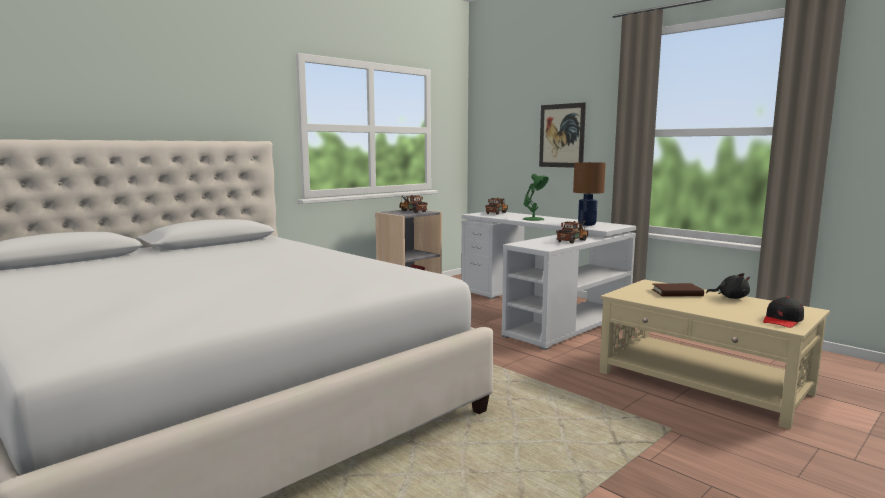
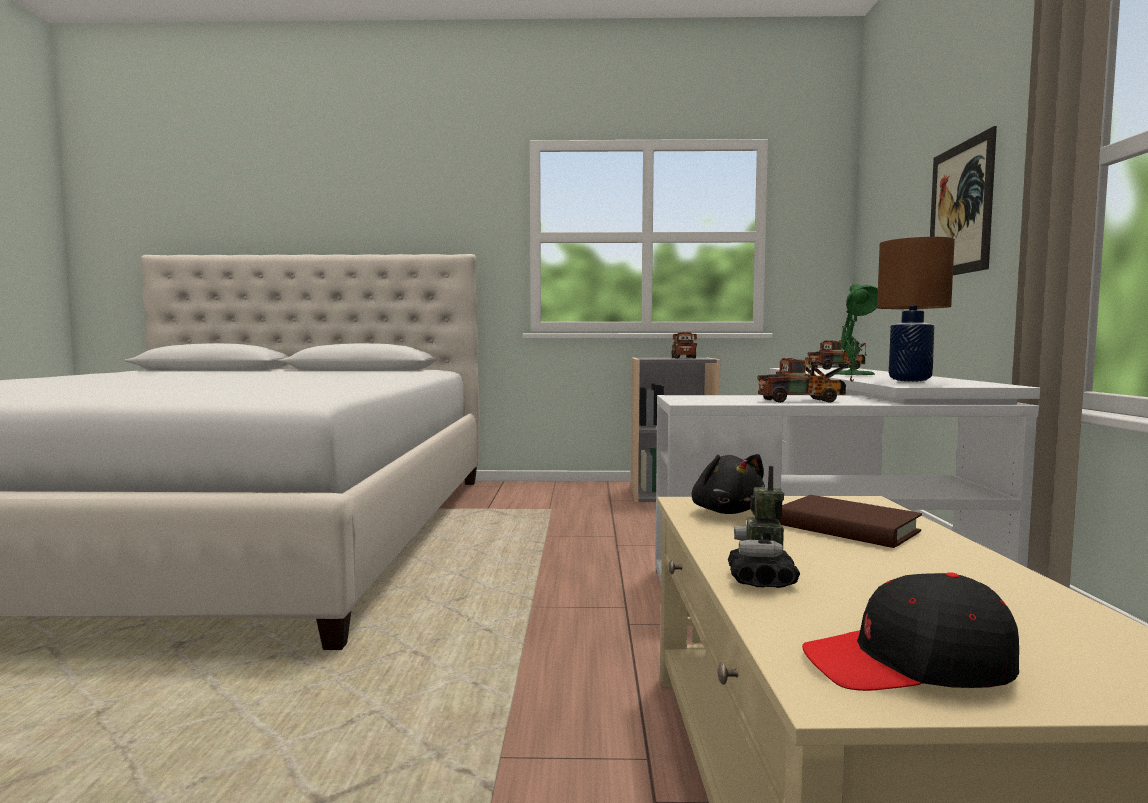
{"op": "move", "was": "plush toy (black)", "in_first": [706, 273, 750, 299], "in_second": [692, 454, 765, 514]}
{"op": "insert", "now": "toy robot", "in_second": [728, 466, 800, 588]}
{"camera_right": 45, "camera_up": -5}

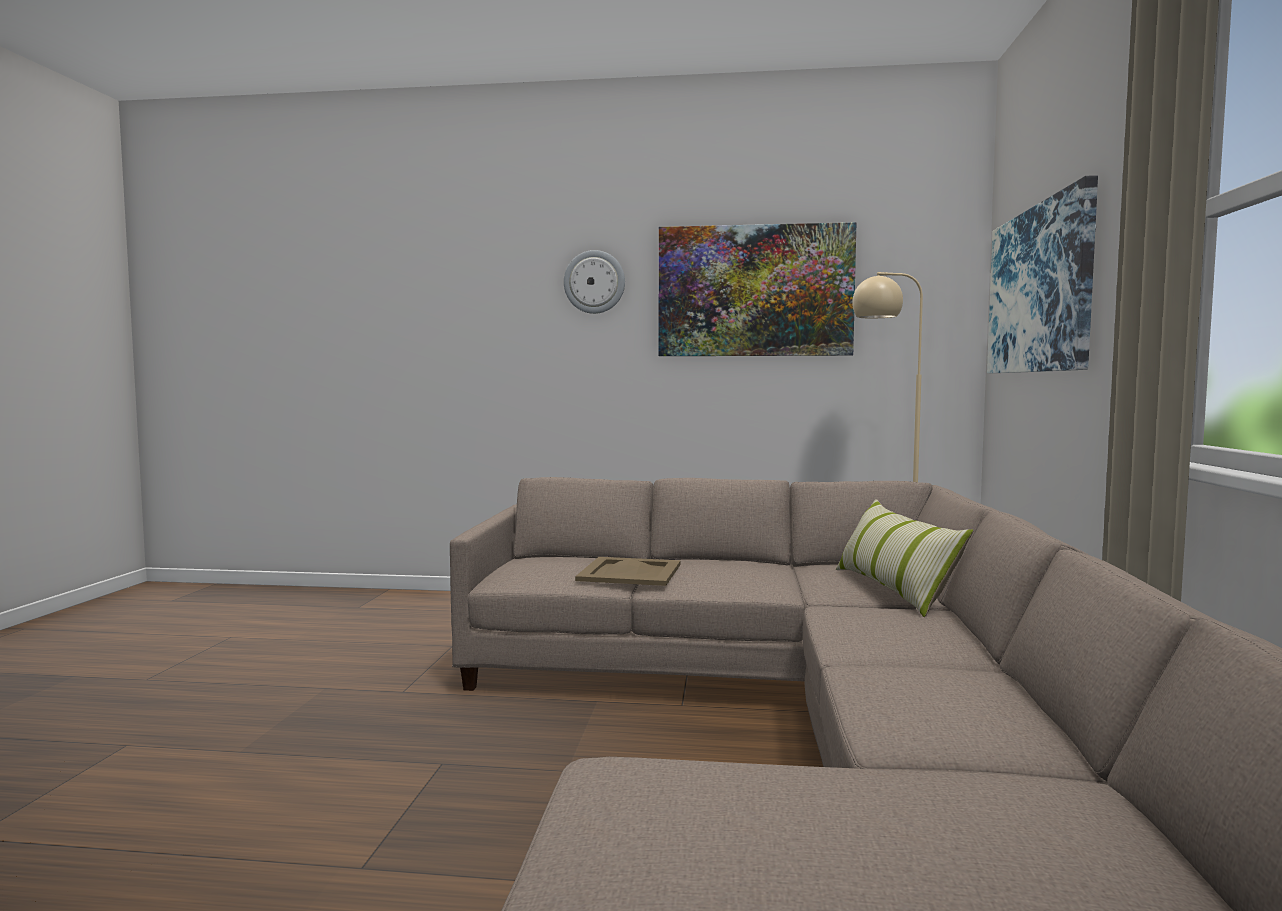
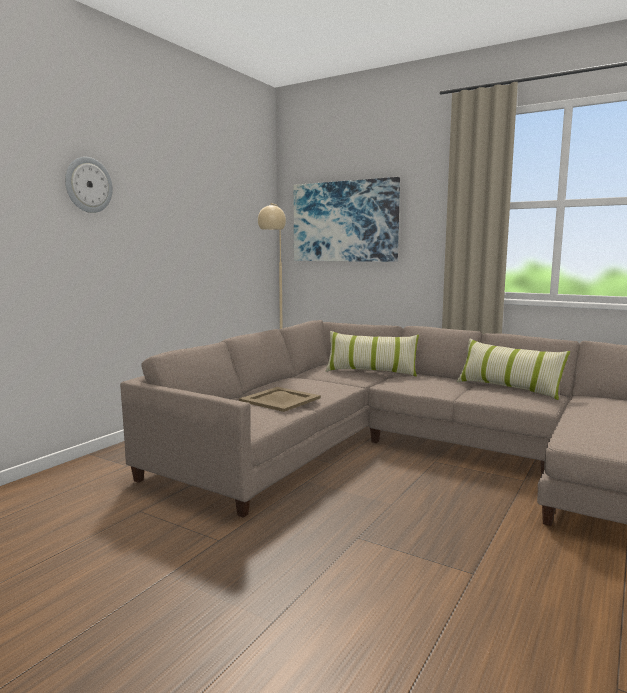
{"op": "delete", "was": "picture", "in_first": [659, 222, 856, 356]}
{"op": "insert", "now": "pillow", "in_second": [457, 339, 570, 400]}
{"camera_right": -65, "camera_up": 5}

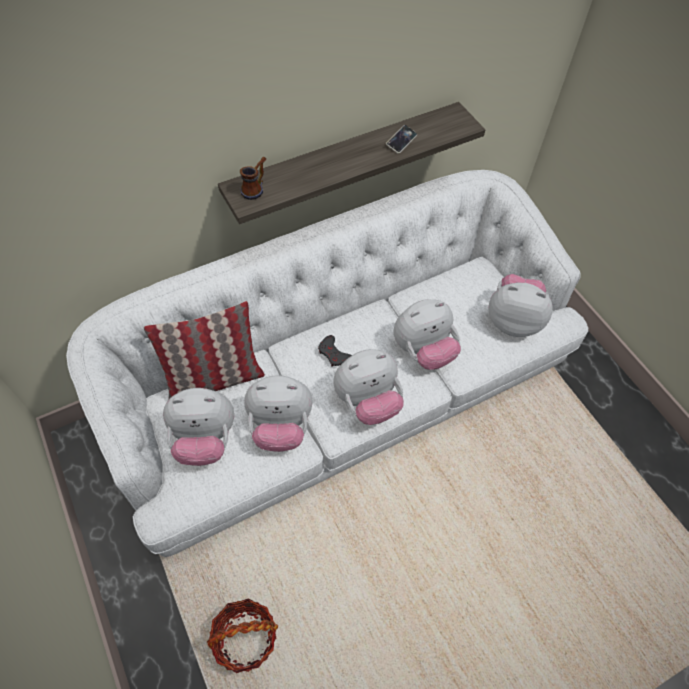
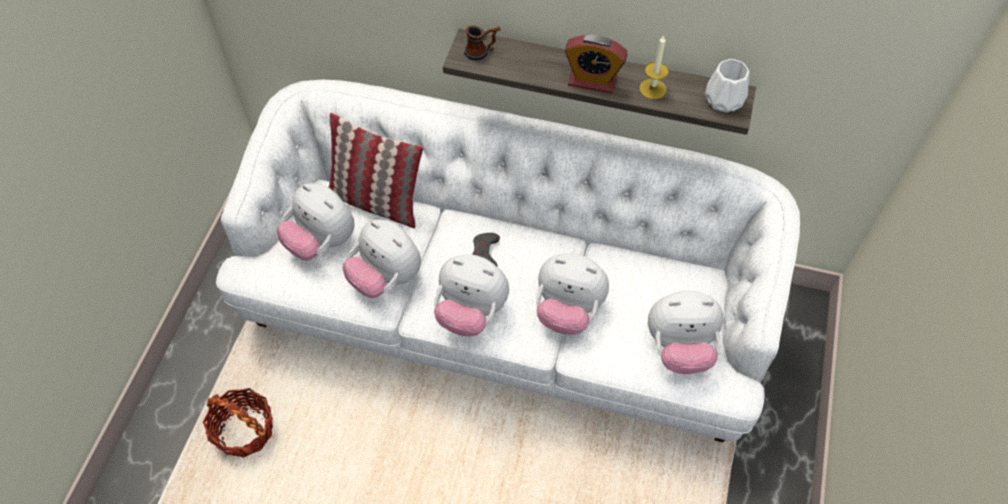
{"op": "replace", "was": "phone", "now": "candle", "in_first": [386, 125, 417, 154], "in_second": [639, 36, 669, 99]}
{"op": "rotate", "was": "plush toy", "in_first": [489, 274, 553, 337], "in_second": [648, 291, 723, 374], "clockwise": 120}
{"op": "insert", "now": "alarm clock", "in_second": [565, 35, 627, 94]}
{"op": "insert", "now": "vase (white)", "in_second": [705, 59, 750, 113]}
{"camera_right": 45, "camera_up": 0}

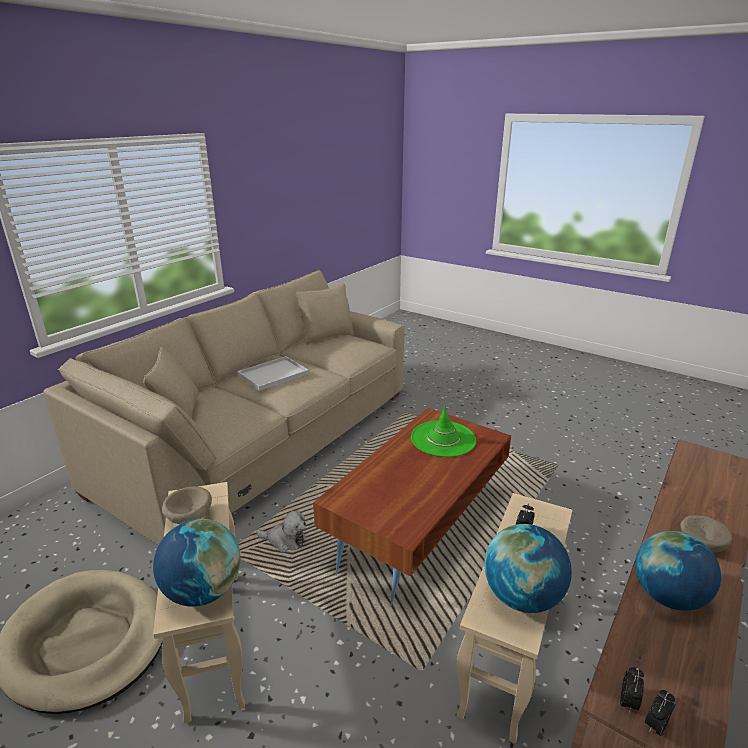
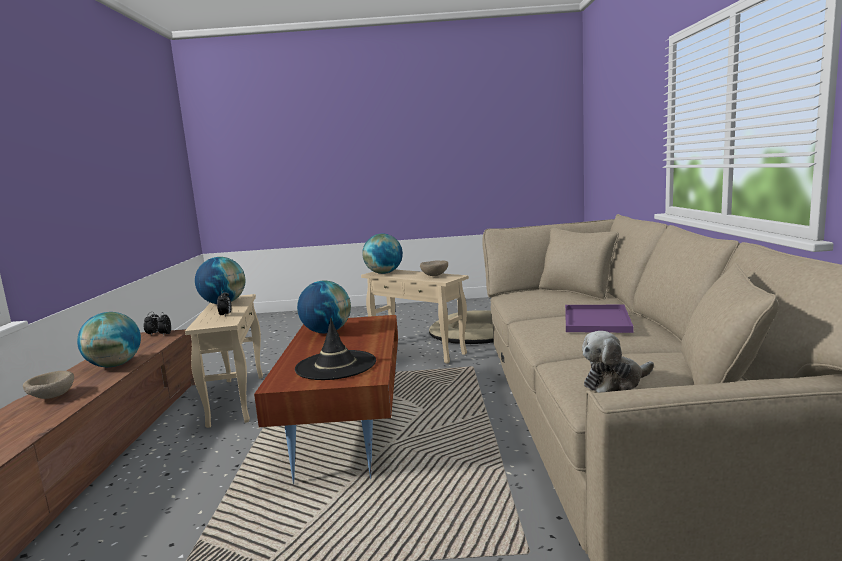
{"op": "recolor", "was": "tray (white)", "now": "tray (purple)", "in_first": [237, 356, 309, 391], "in_second": [565, 305, 633, 333]}
{"op": "move", "was": "plush toy", "in_first": [256, 510, 306, 553], "in_second": [582, 331, 654, 393]}
{"op": "recolor", "was": "hat (green)", "now": "hat (black)", "in_first": [411, 406, 476, 457], "in_second": [295, 318, 376, 380]}
{"op": "insert", "now": "globe", "in_second": [297, 281, 351, 333]}
{"camera_right": 145, "camera_up": -15}

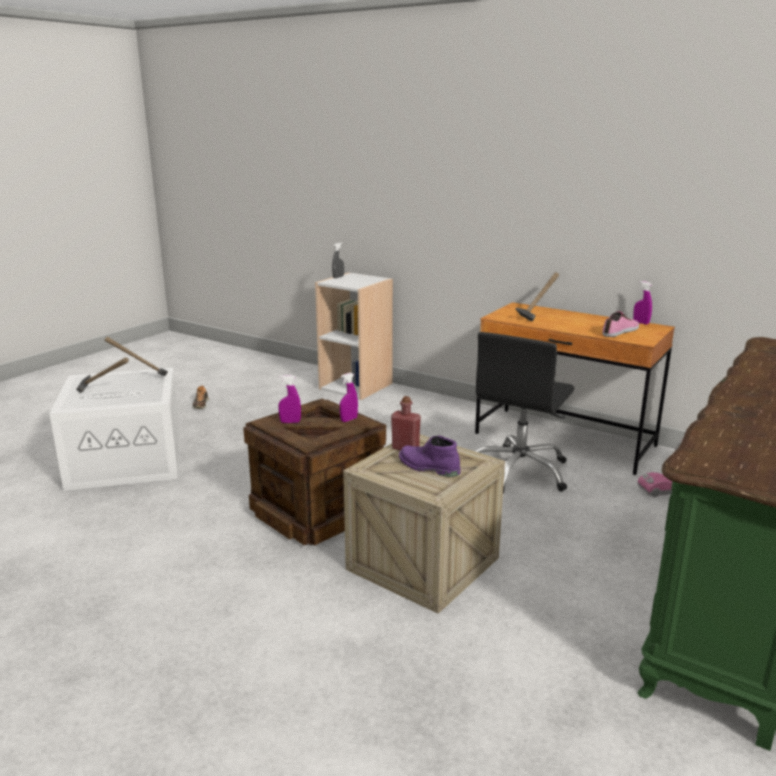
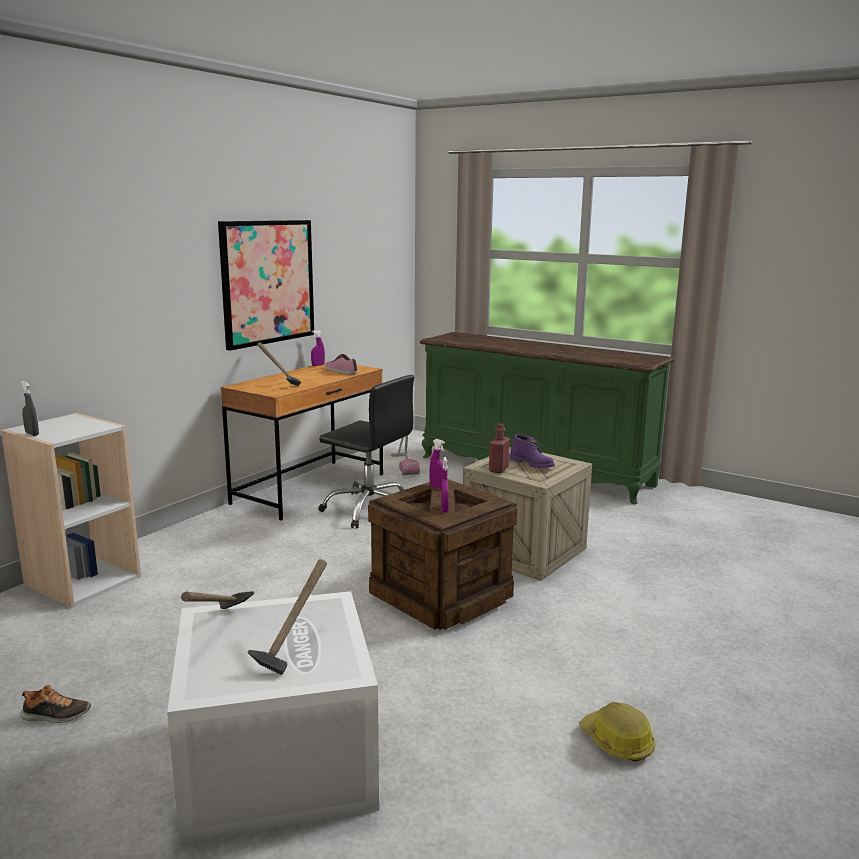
{"op": "rotate", "was": "boot (purple)", "in_first": [399, 435, 460, 477], "in_second": [509, 434, 555, 468], "clockwise": -75}
{"op": "insert", "now": "picture", "in_second": [218, 220, 314, 351]}
{"op": "insert", "now": "hard hat", "in_second": [579, 702, 655, 761]}
{"camera_right": -90, "camera_up": -5}

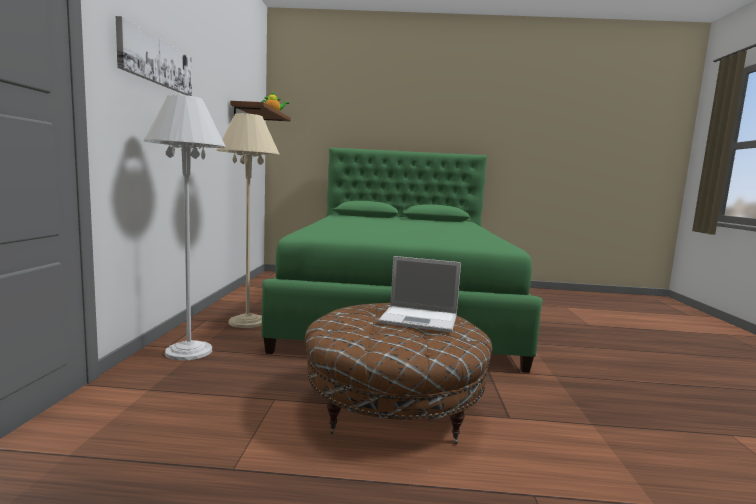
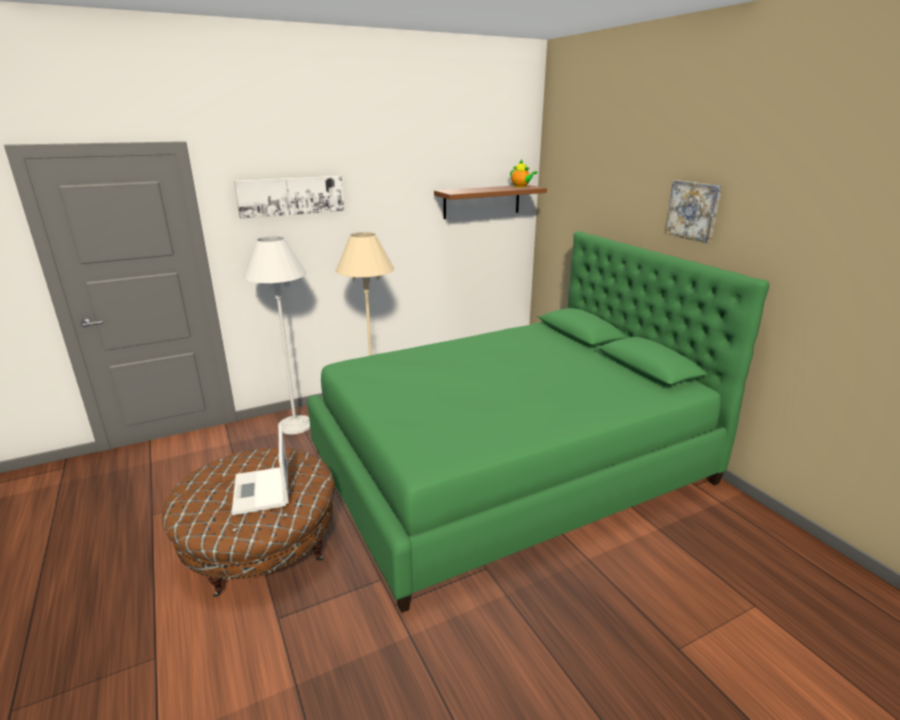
{"op": "insert", "now": "picture", "in_second": [664, 180, 722, 243]}
{"camera_right": 60, "camera_up": 15}

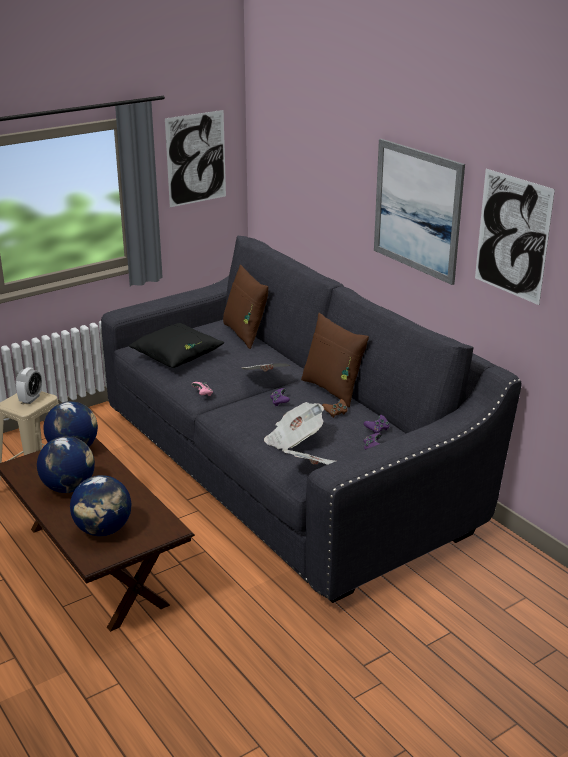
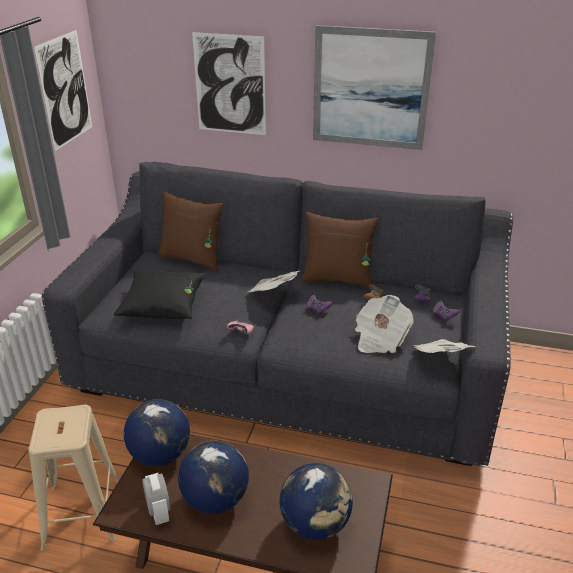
{"op": "move", "was": "alarm clock", "in_first": [15, 367, 42, 404], "in_second": [142, 473, 171, 525]}
{"op": "move", "was": "picture", "in_first": [475, 169, 555, 305], "in_second": [192, 32, 266, 135]}
{"camera_right": -40, "camera_up": 5}

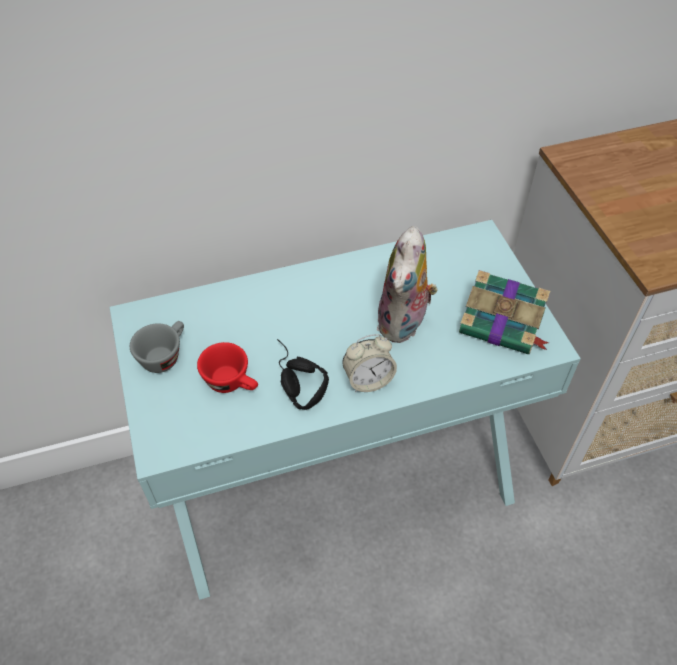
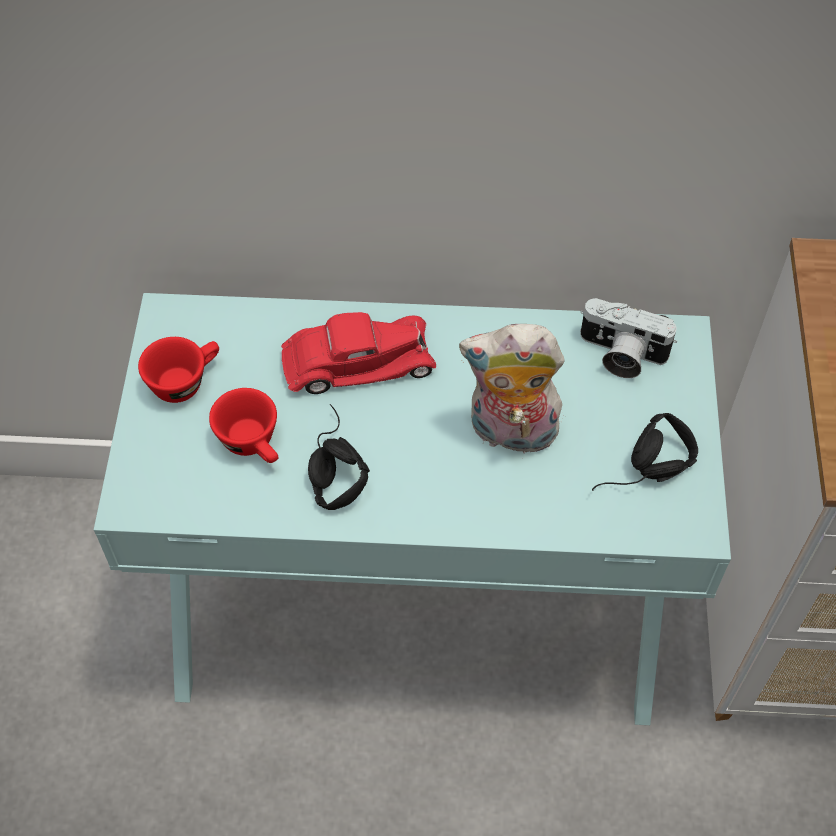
{"op": "recolor", "was": "cup (grey)", "now": "cup (red)", "in_first": [130, 321, 184, 373], "in_second": [138, 337, 219, 403]}
{"op": "delete", "was": "alarm clock", "in_first": [342, 334, 397, 392]}
{"op": "rotate", "was": "plush toy", "in_first": [377, 226, 437, 343], "in_second": [459, 324, 565, 454], "clockwise": 60}
{"op": "replace", "was": "book", "now": "headphones (black)", "in_first": [459, 270, 550, 354], "in_second": [592, 413, 698, 491]}
{"op": "insert", "now": "toy car (red)", "in_second": [281, 312, 436, 394]}
{"op": "insert", "now": "photo camera", "in_second": [580, 298, 677, 378]}
{"camera_right": 20, "camera_up": 5}

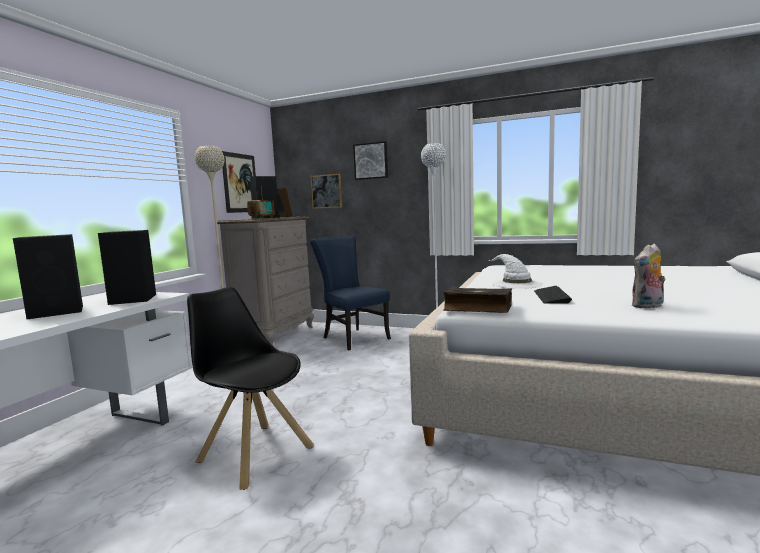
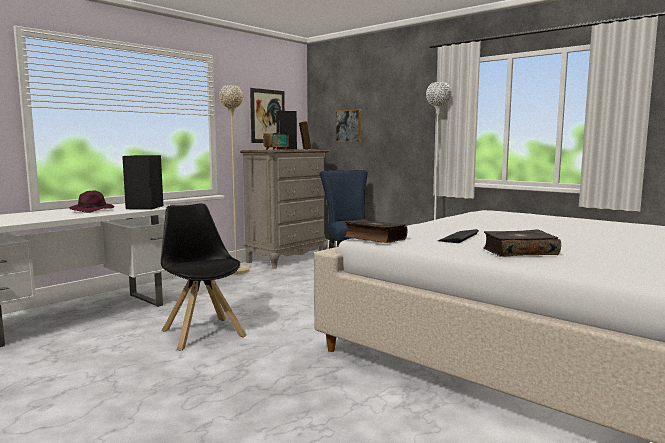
{"op": "replace", "was": "speaker (black)", "now": "hat (purple)", "in_first": [13, 234, 83, 319], "in_second": [69, 190, 115, 213]}
{"op": "delete", "was": "picture", "in_first": [353, 141, 388, 180]}
{"op": "delete", "was": "hat (white)", "in_first": [489, 254, 543, 289]}
{"op": "replace", "was": "plush toy", "now": "book", "in_first": [632, 244, 666, 309], "in_second": [483, 229, 561, 257]}
{"camera_right": 20, "camera_up": 0}

